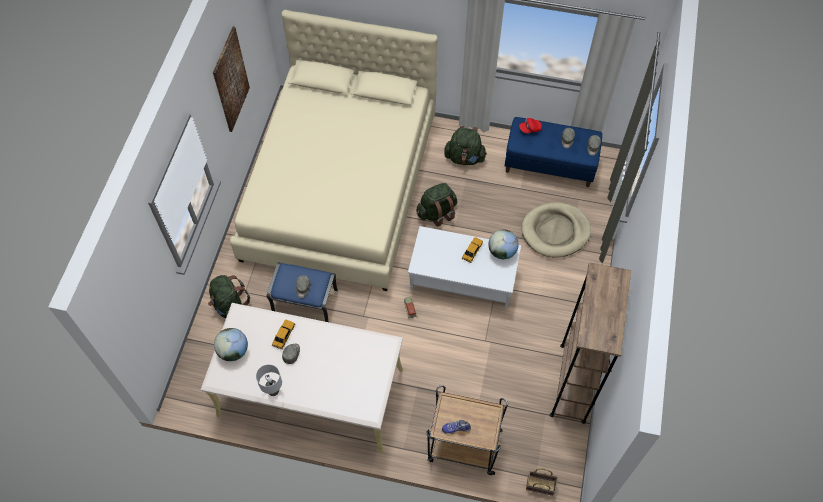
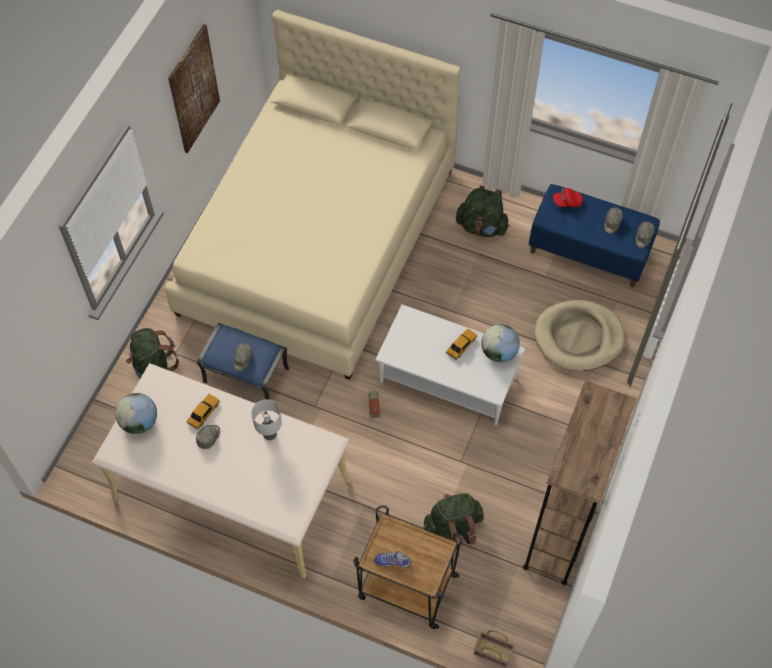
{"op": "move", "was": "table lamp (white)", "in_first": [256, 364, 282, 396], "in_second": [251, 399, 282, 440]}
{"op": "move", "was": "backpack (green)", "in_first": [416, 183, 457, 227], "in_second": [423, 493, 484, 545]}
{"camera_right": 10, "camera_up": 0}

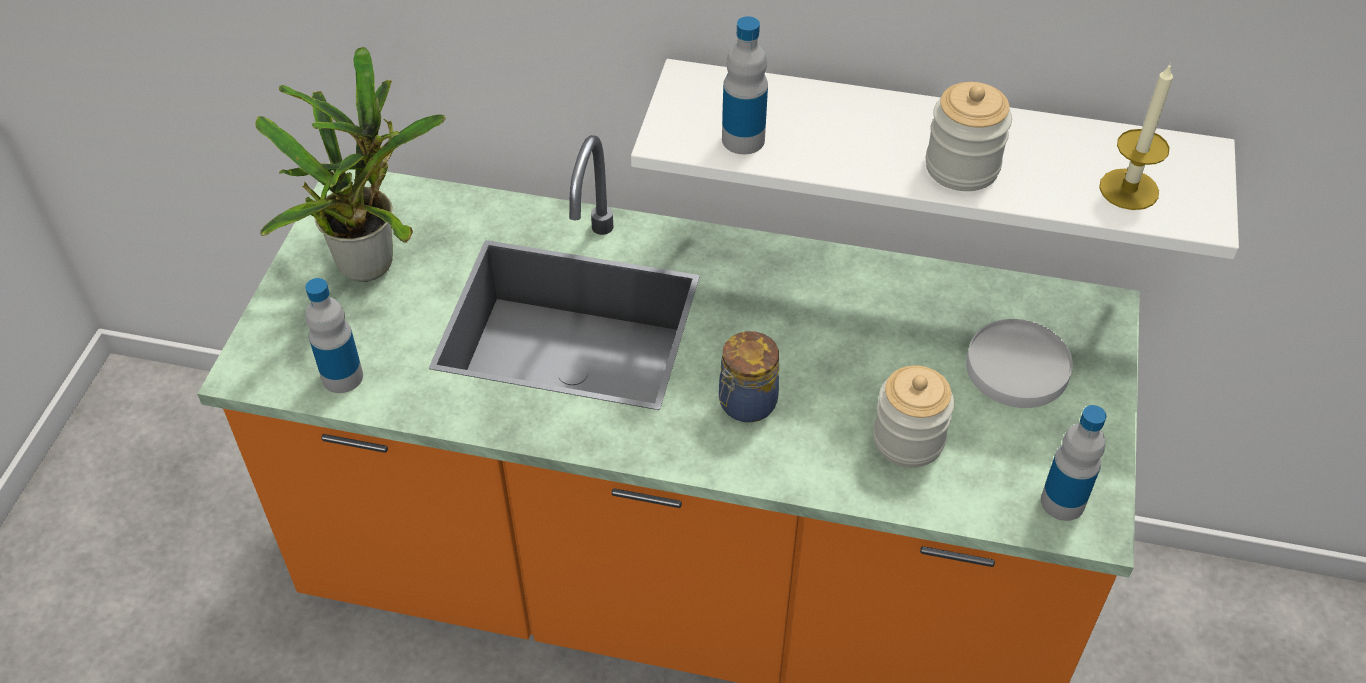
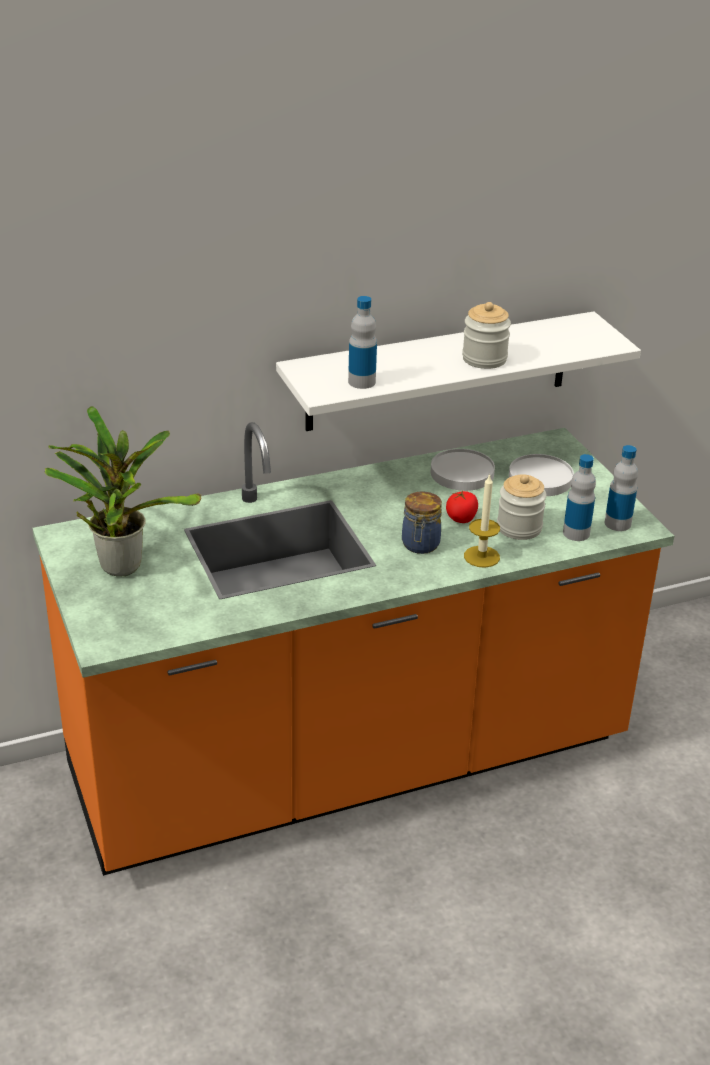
{"op": "move", "was": "bottle", "in_first": [305, 278, 363, 393], "in_second": [563, 454, 596, 541]}
{"op": "move", "was": "candle", "in_first": [1099, 63, 1173, 210], "in_second": [464, 474, 500, 568]}
{"op": "insert", "now": "plate (white)", "in_second": [431, 449, 495, 491]}
{"op": "insert", "now": "tomato", "in_second": [446, 491, 478, 523]}
{"camera_right": -35, "camera_up": -15}

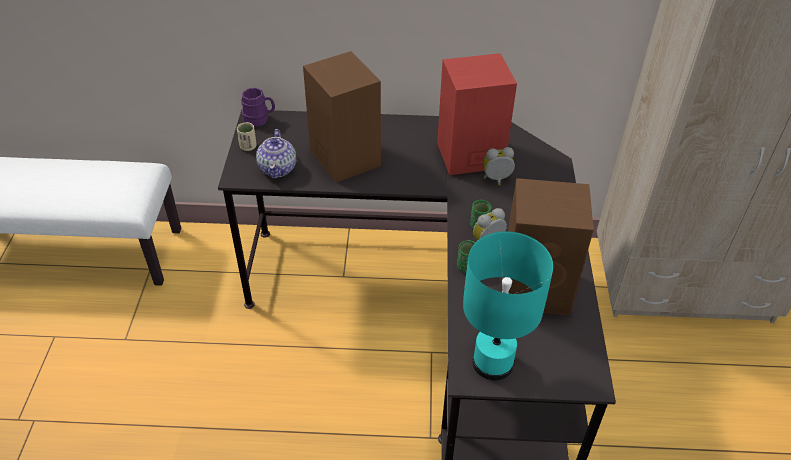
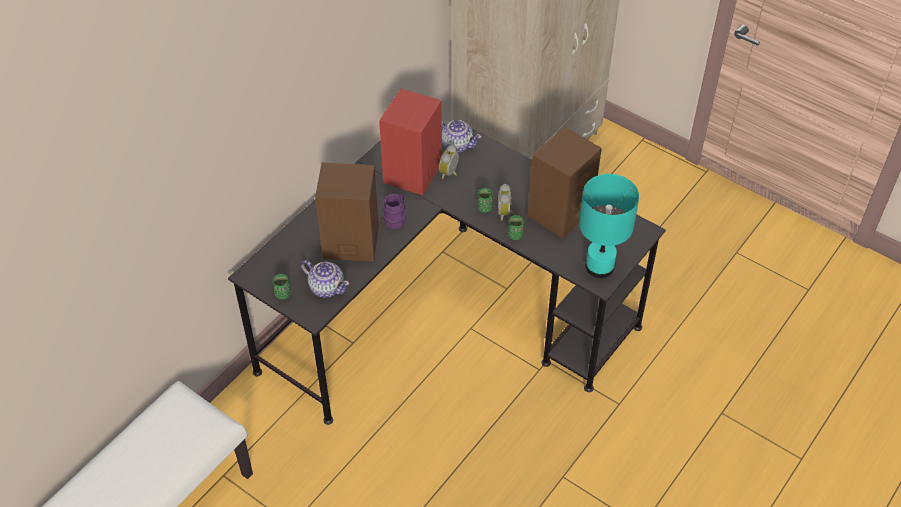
{"op": "recolor", "was": "cup (beige)", "now": "cup (green)", "in_first": [237, 122, 257, 151], "in_second": [272, 274, 291, 299]}
{"op": "move", "was": "mug (purple)", "in_first": [241, 88, 275, 127], "in_second": [383, 194, 406, 229]}
{"op": "insert", "now": "teapot", "in_second": [442, 120, 482, 153]}
{"camera_right": -55, "camera_up": 5}

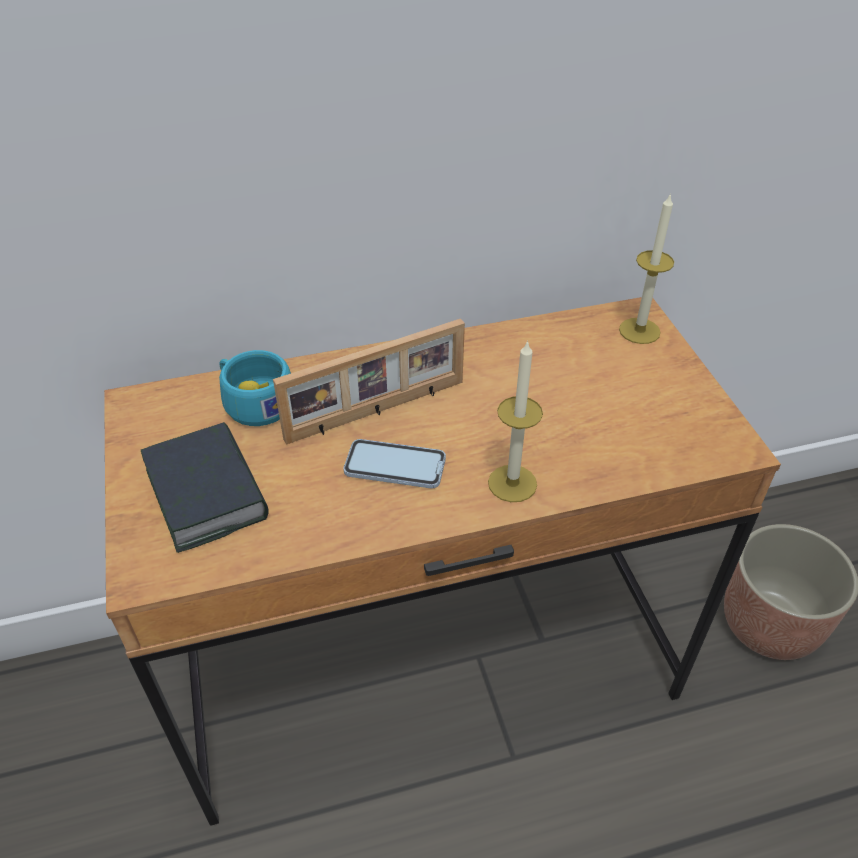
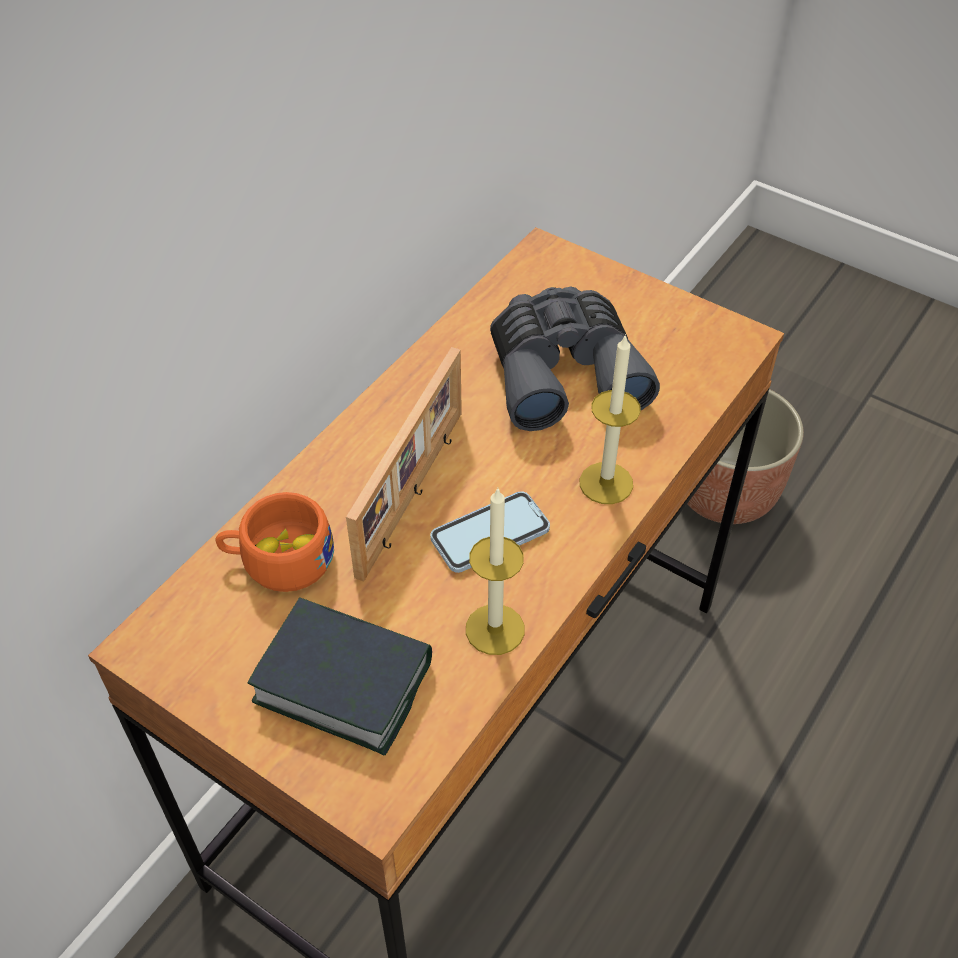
{"op": "recolor", "was": "cup (turquoise)", "now": "cup (orange)", "in_first": [219, 350, 291, 426], "in_second": [215, 492, 334, 592]}
{"op": "move", "was": "candle", "in_first": [619, 193, 674, 344], "in_second": [466, 487, 525, 655]}
{"op": "insert", "now": "binoculars (grey)", "in_second": [490, 287, 660, 431]}
{"camera_right": -40, "camera_up": 5}

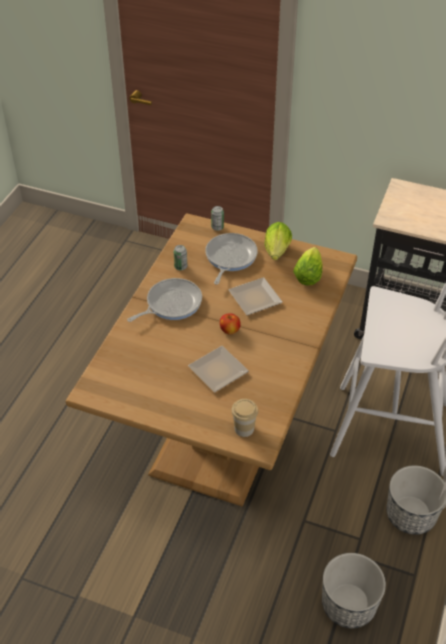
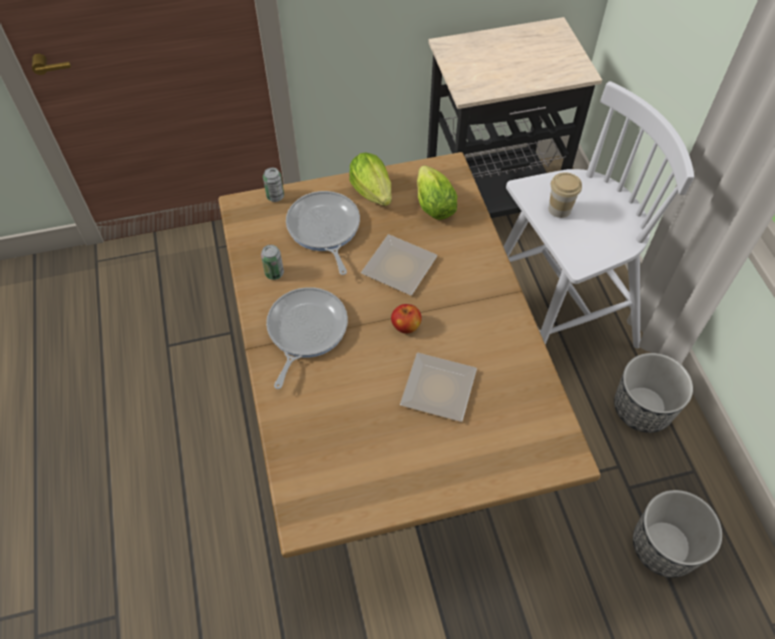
{"op": "move", "was": "cup", "in_first": [231, 399, 258, 437], "in_second": [549, 172, 582, 218]}
{"camera_right": -35, "camera_up": 10}

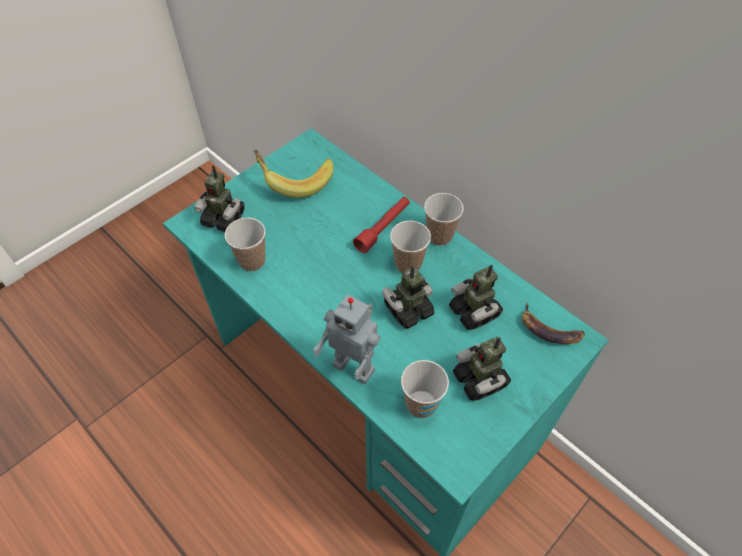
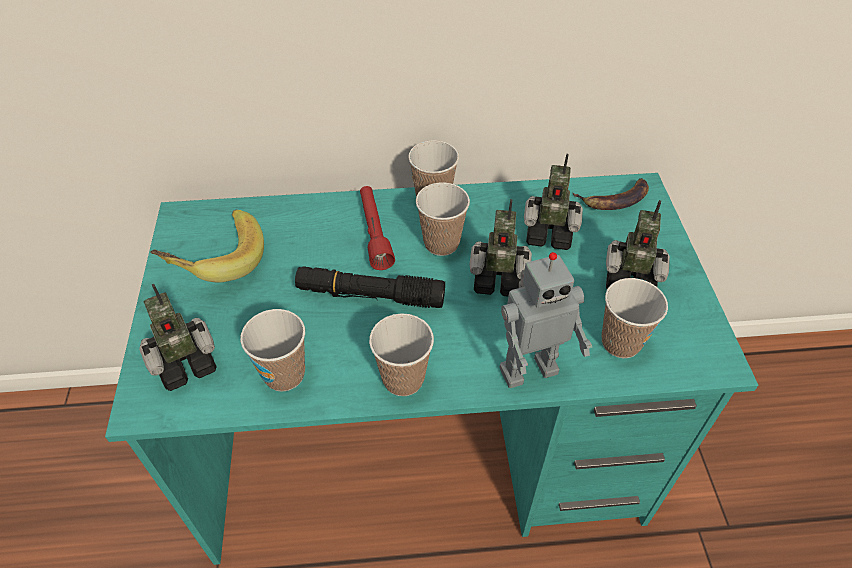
{"op": "rotate", "was": "toy robot", "in_first": [382, 265, 434, 329], "in_second": [470, 199, 532, 297], "clockwise": -90}
{"op": "insert", "now": "flashlight (black)", "in_second": [295, 266, 445, 308]}
{"op": "insert", "now": "cup", "in_second": [369, 313, 434, 396]}
{"camera_right": -50, "camera_up": -5}

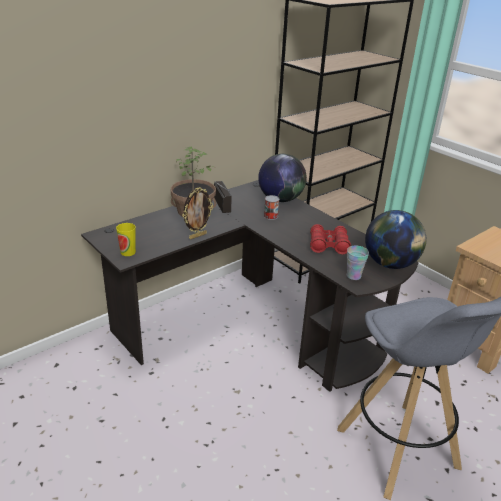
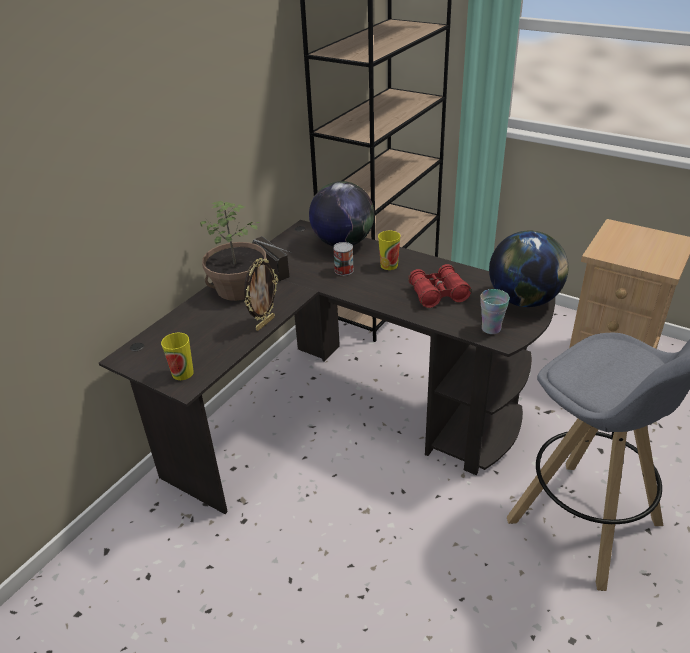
{"op": "insert", "now": "cup", "in_second": [378, 231, 400, 270]}
{"camera_right": -15, "camera_up": 5}

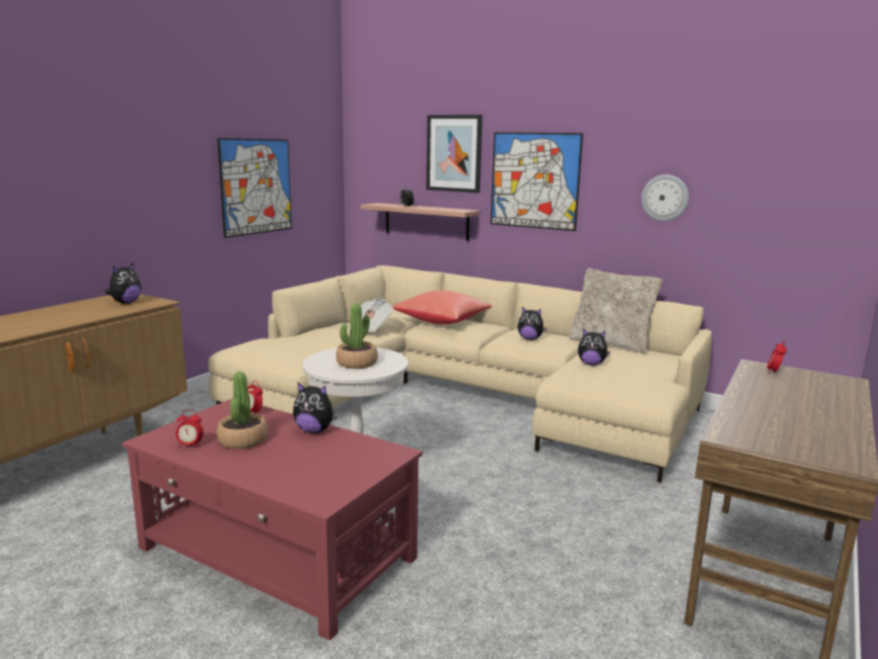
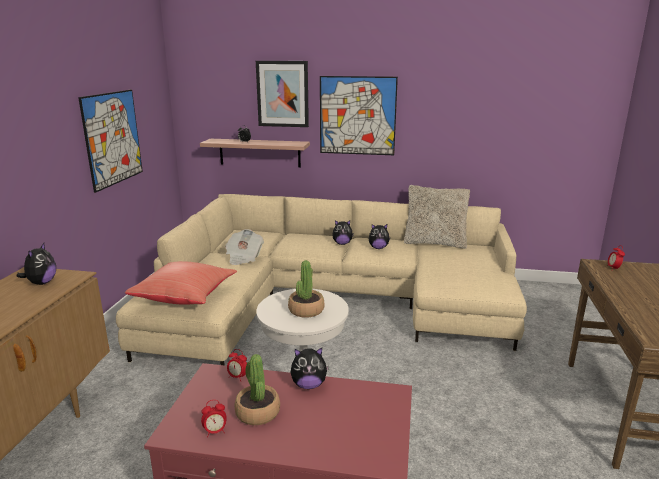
{"op": "move", "was": "pillow (red)", "in_first": [392, 290, 492, 324], "in_second": [125, 261, 237, 305]}
{"op": "move", "was": "plush toy", "in_first": [578, 329, 610, 365], "in_second": [332, 220, 354, 245]}
{"op": "delete", "was": "wall clock", "in_first": [641, 174, 689, 221]}
{"camera_right": -20, "camera_up": 5}

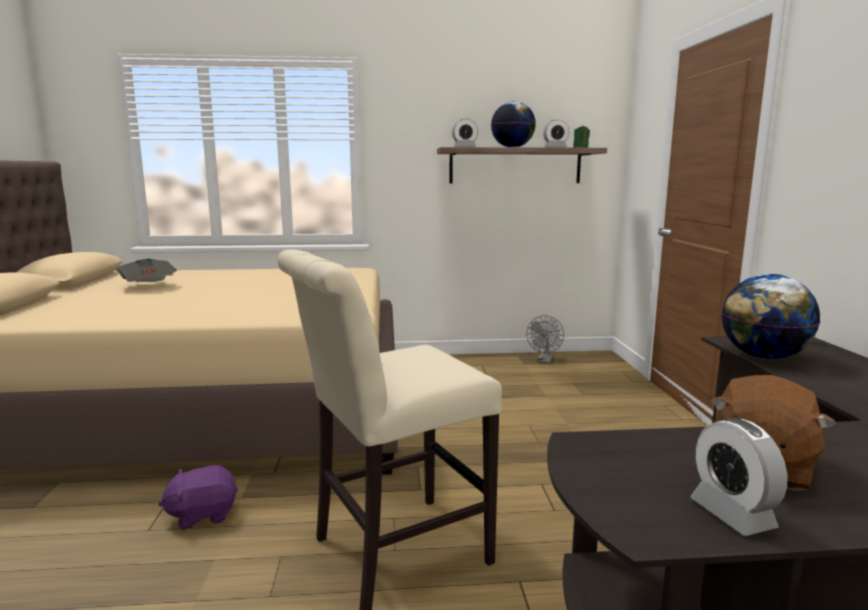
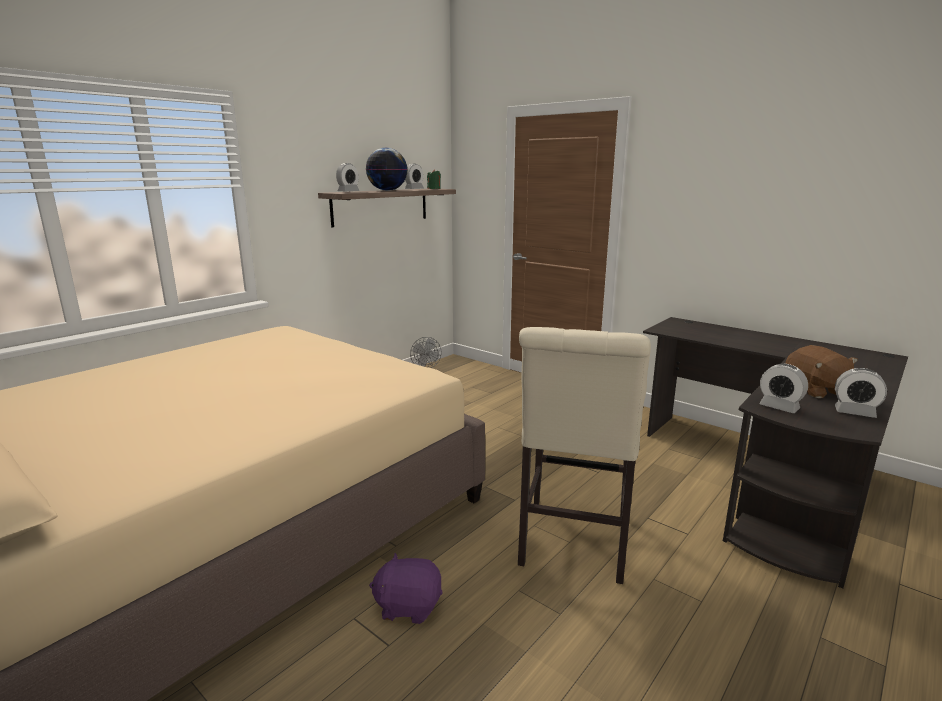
{"op": "delete", "was": "newspaper", "in_first": [115, 259, 177, 282]}
{"op": "rotate", "was": "plush toy (purple)", "in_first": [158, 465, 238, 530], "in_second": [369, 553, 443, 624], "clockwise": 75}
{"op": "delete", "was": "globe", "in_first": [721, 274, 820, 359]}
{"op": "insert", "now": "alarm clock", "in_second": [759, 363, 808, 413]}
{"camera_right": -45, "camera_up": 5}

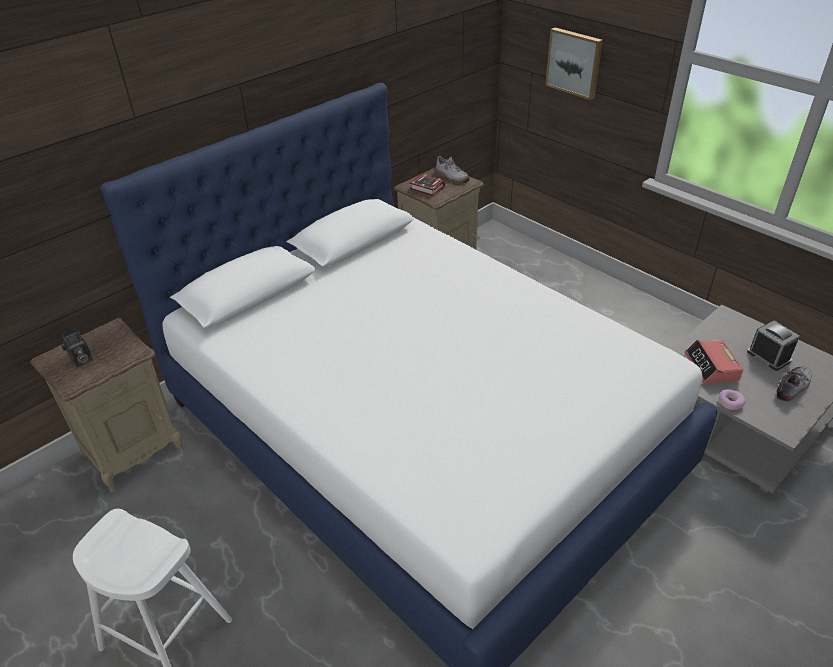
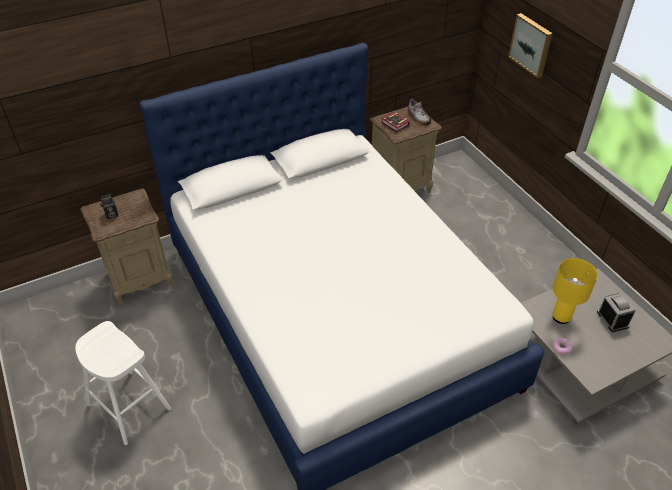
{"op": "replace", "was": "alarm clock", "now": "table lamp (yellow)", "in_first": [684, 340, 744, 384], "in_second": [552, 258, 598, 324]}
{"op": "delete", "was": "shoe", "in_first": [776, 367, 812, 402]}
{"camera_right": 15, "camera_up": 5}

